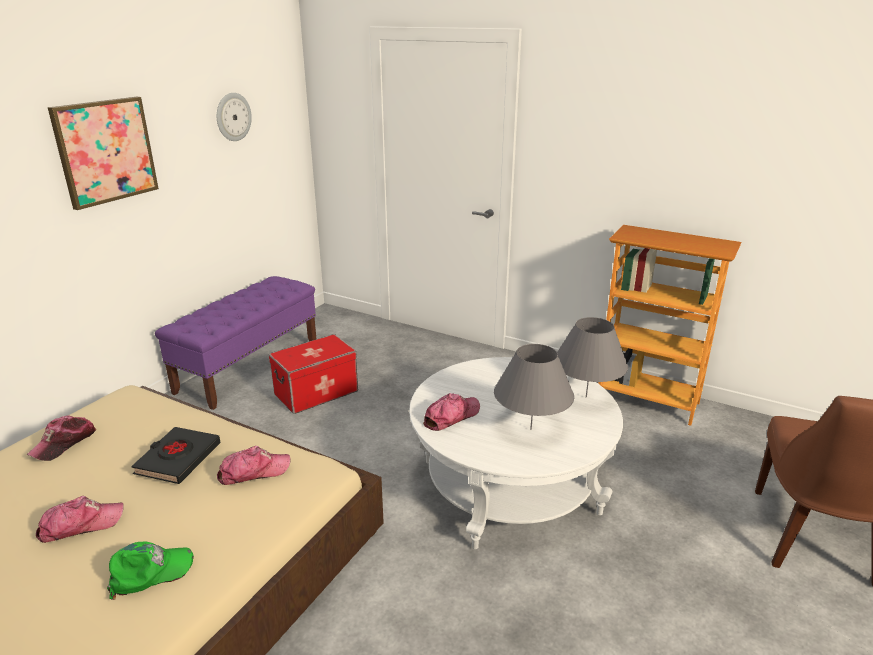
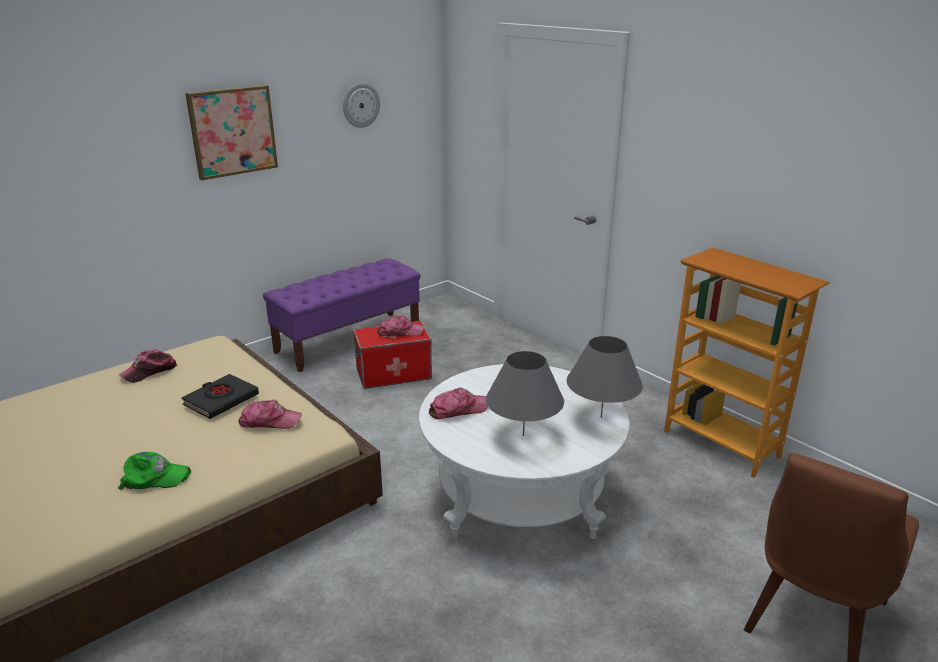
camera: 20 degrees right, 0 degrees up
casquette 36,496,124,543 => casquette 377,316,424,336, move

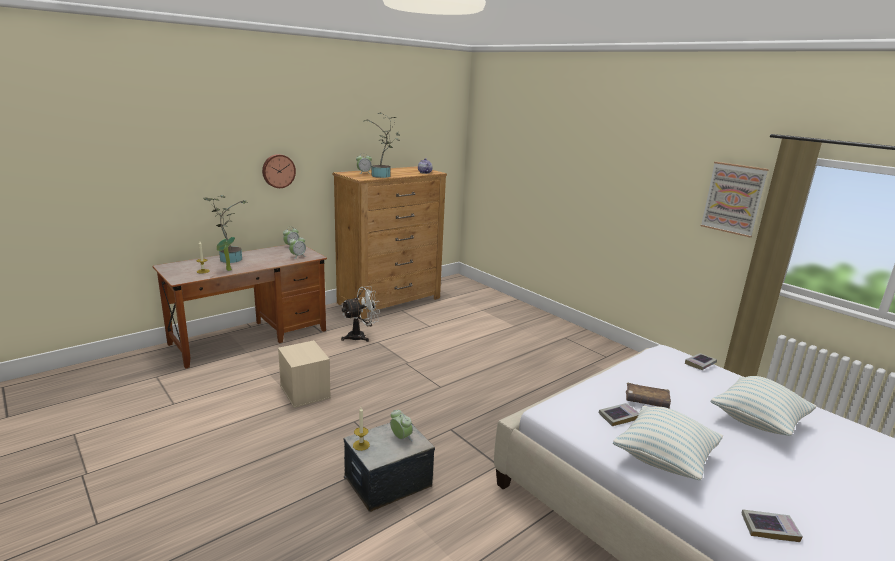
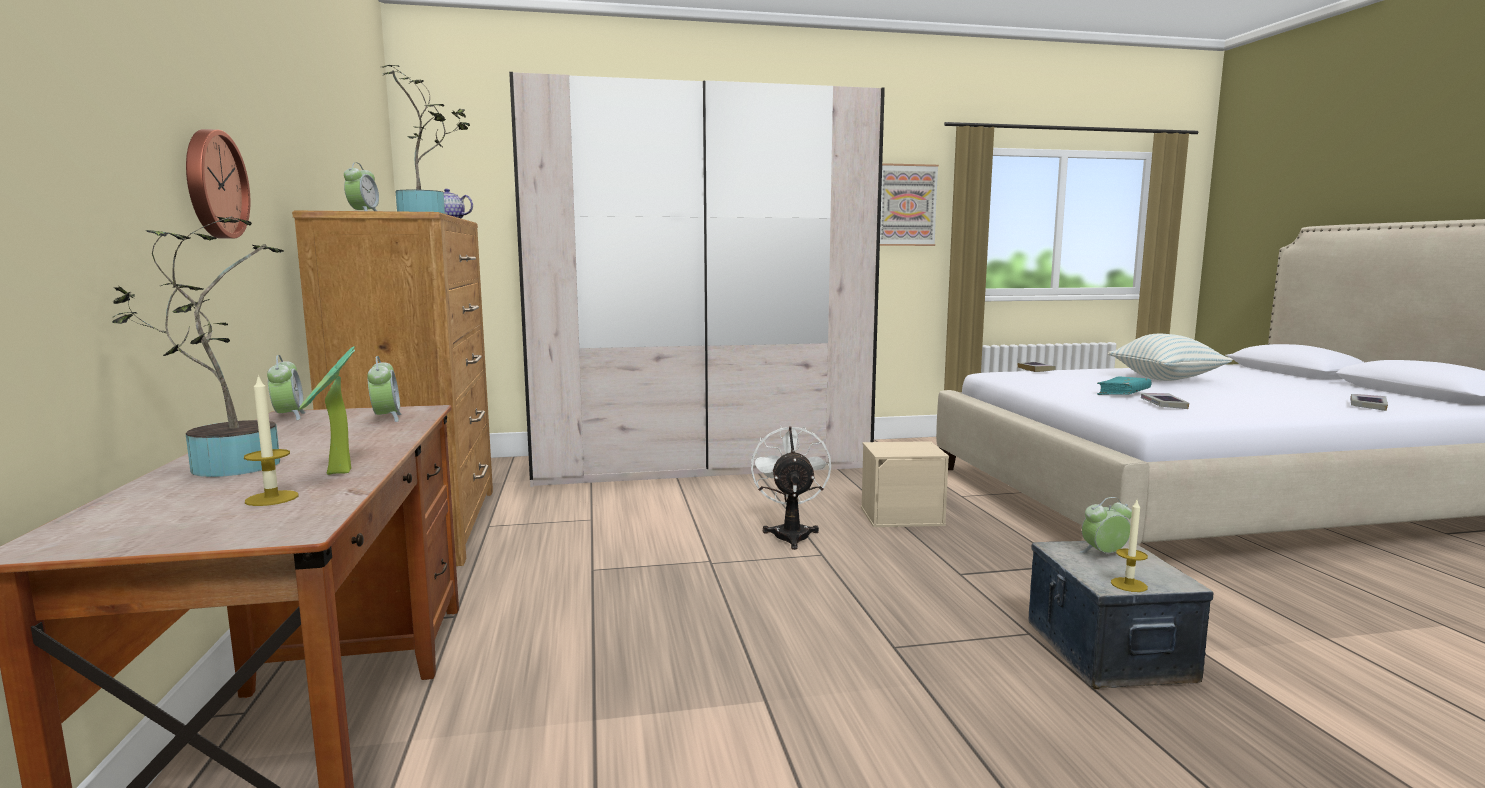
camera: 60 degrees left, 10 degrees down
boîte de rangement/beige 278,340,331,408 => boîte de rangement/beige 861,441,949,527, move
ventilateur/blanc 341,286,380,342 => ventilateur/blanc 751,425,831,550, move
coussin 613,405,723,480 => nothing
livre/marron 626,383,671,409 => livre/turquoise 1097,376,1152,395
nothing => armoire/beige 509,72,885,487

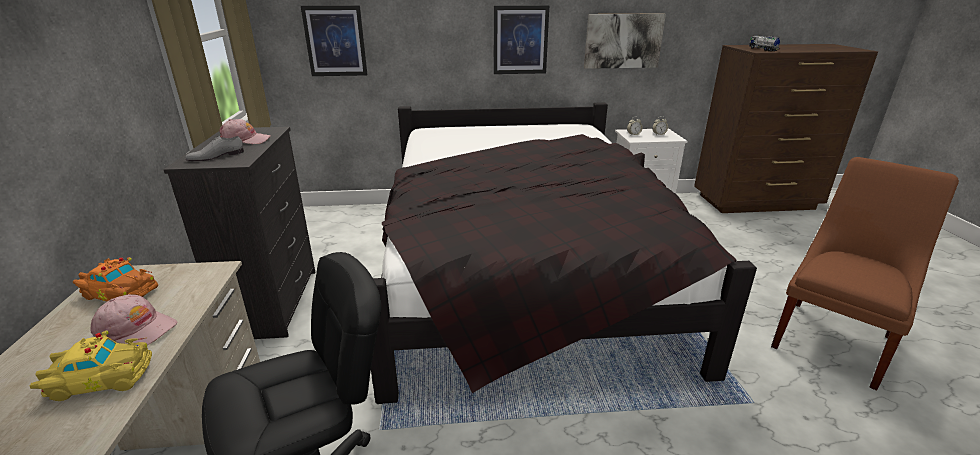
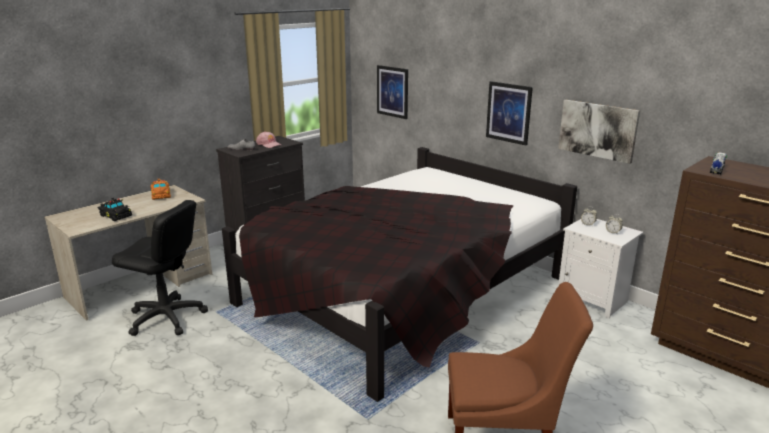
camera: 50 degrees right, 5 degrees down
petite voiture/jaune 30,330,152,401 => petite voiture/noir 98,198,132,221
casquette/rose 91,294,177,345 => nothing

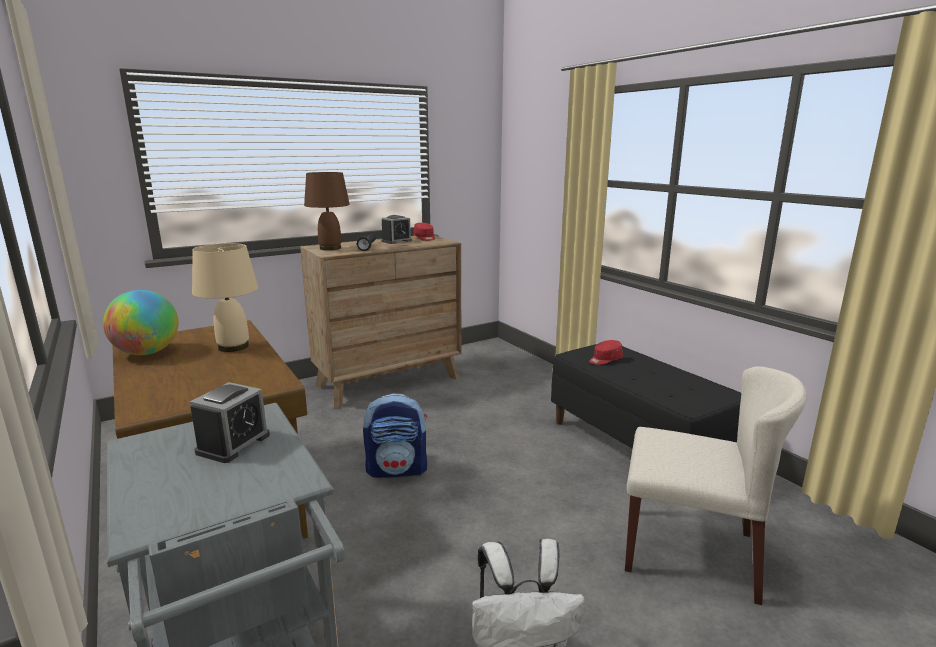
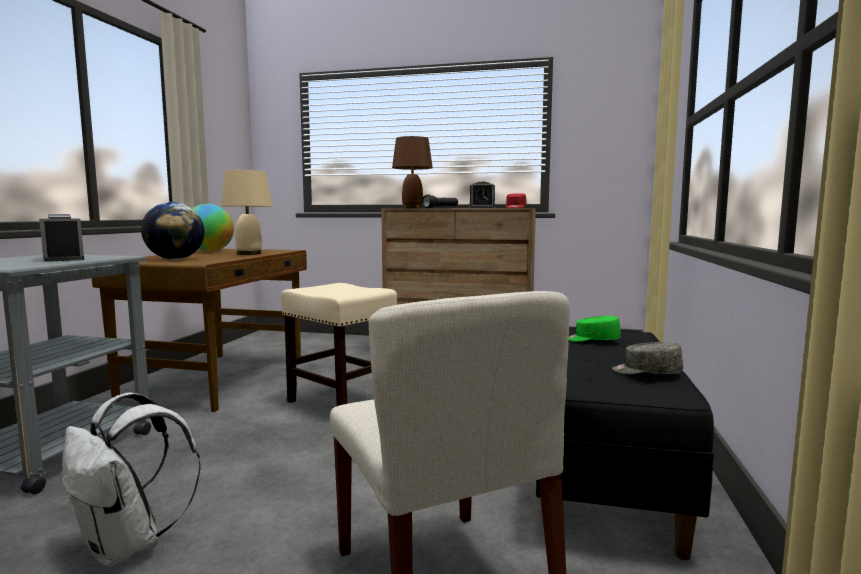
camera: 45 degrees right, 10 degrees down
réveil 189,382,270,463 => réveil 39,214,84,262, 75 degrees clockwise
sac à dos 363,393,427,478 => tabouret/beige 281,283,397,406
casquette/rouge 589,340,623,365 => casquette/vert 569,316,621,342
nothing => globe 141,202,205,259
nothing => casquette/gris 612,342,683,374

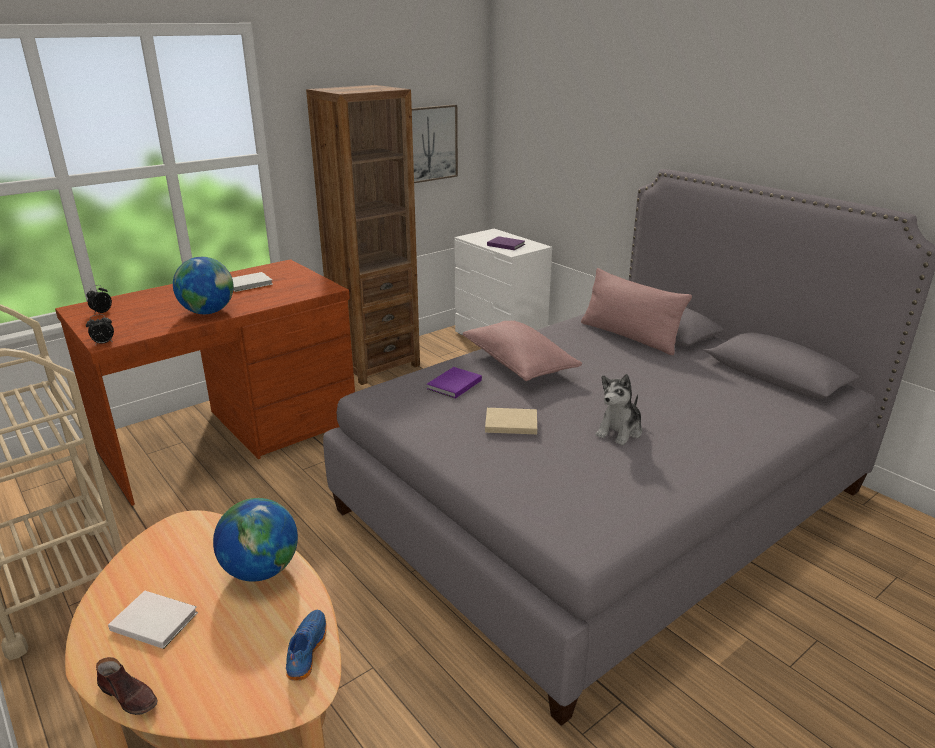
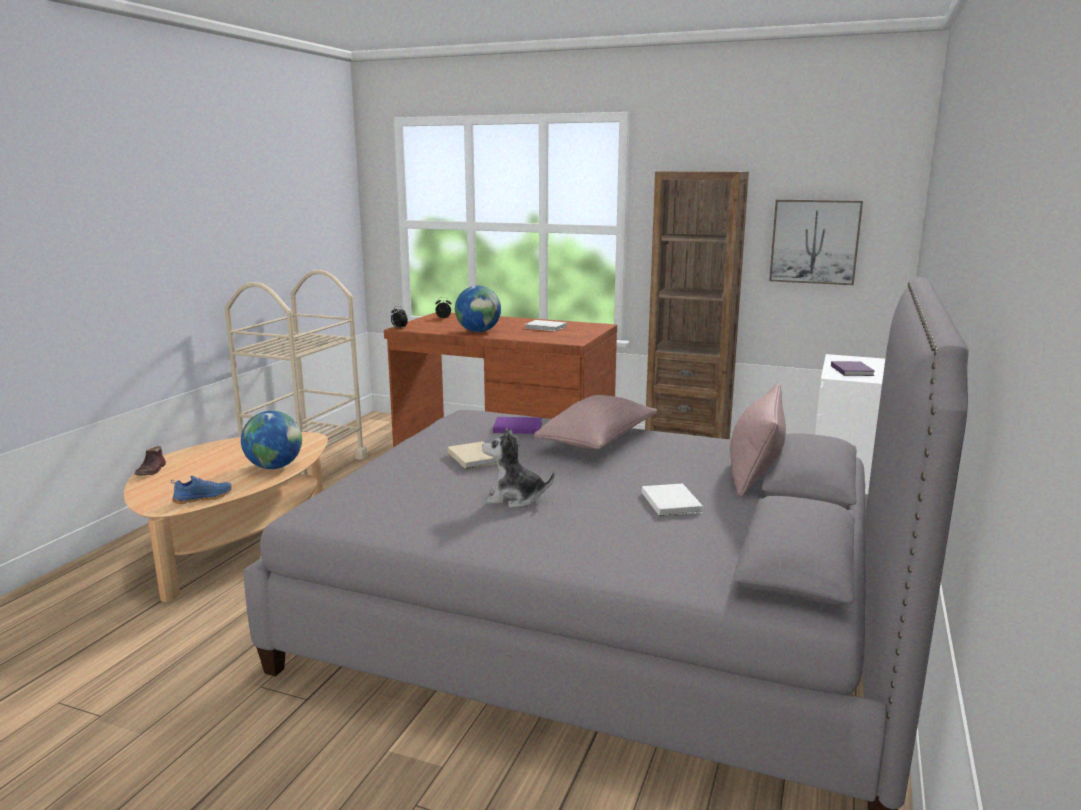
camera: 60 degrees right, 10 degrees down
livre/blanc 108,591,198,649 => livre/blanc 642,483,703,516, move

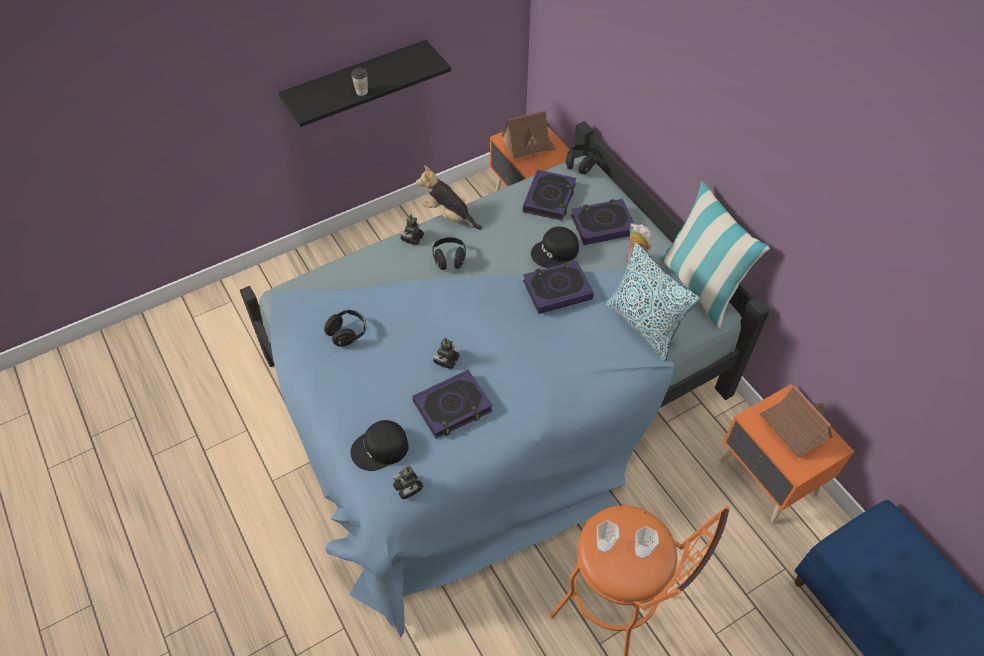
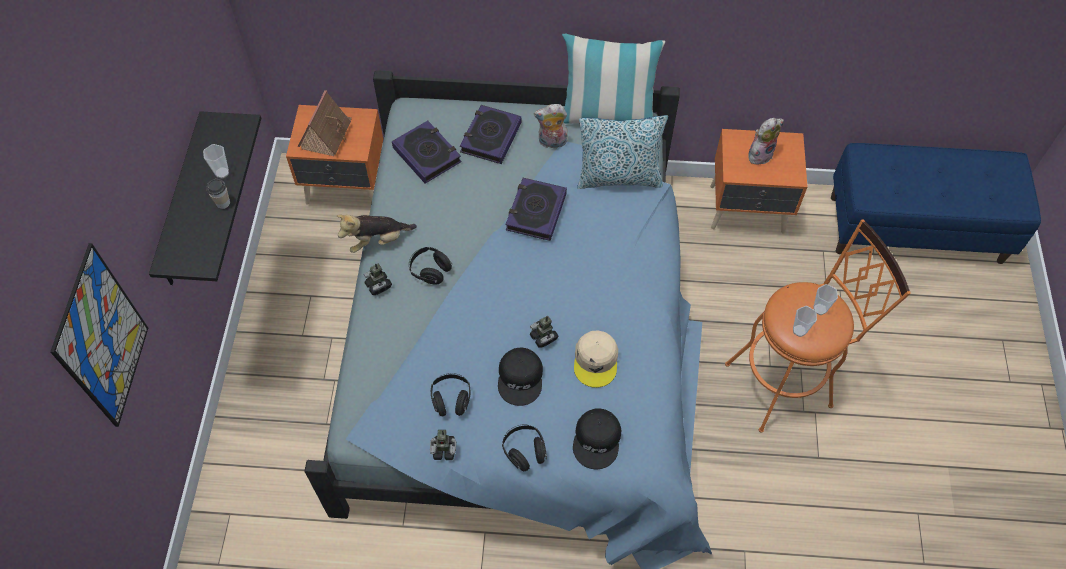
camera: 55 degrees left, 5 degrees up
robot jouet 393,466,423,499 => robot jouet 430,429,456,460, move
livre 413,370,492,439 => casquette/beige 574,331,618,388
casquette/noir 531,227,579,268 => casquette/noir 498,348,543,406, move
casque audio/noir 565,145,599,174 => casque audio/noir 502,424,547,471, move
maison miniature 760,386,833,458 => peluche 748,118,784,165
nothing => tableau 50,243,148,427
nothing => tasse 203,144,229,178

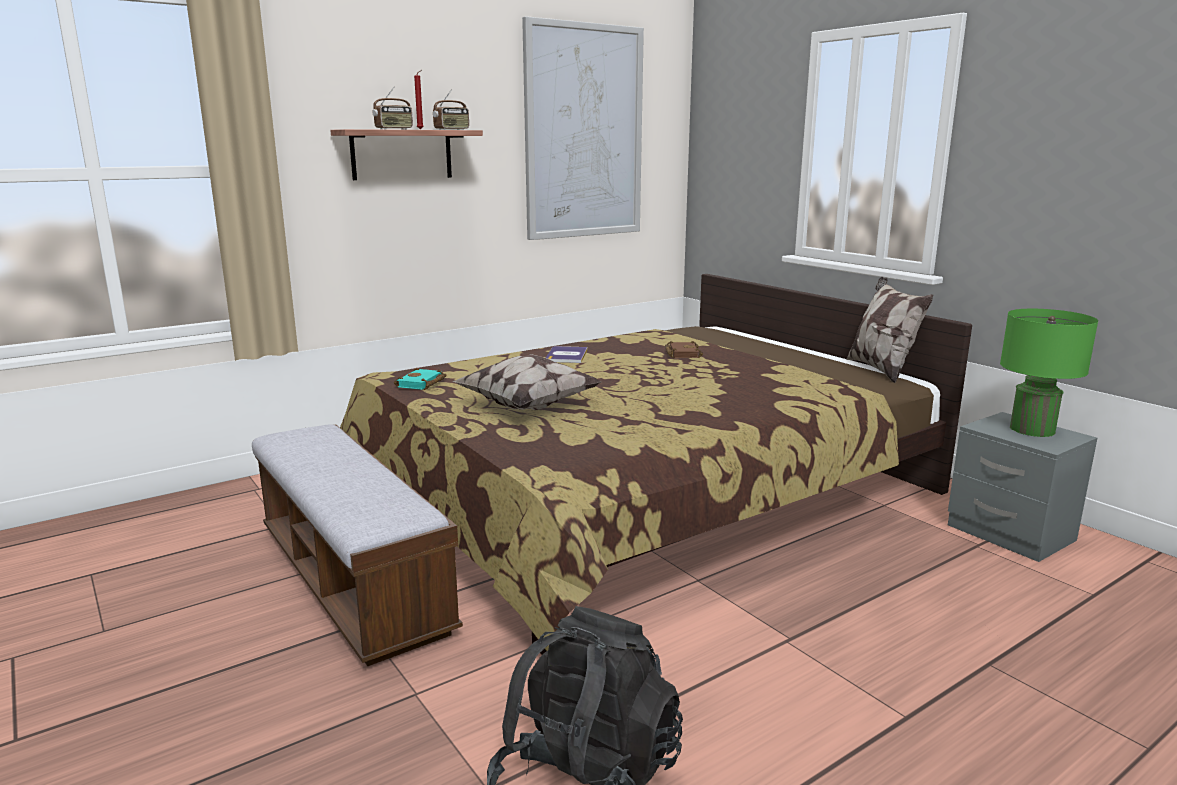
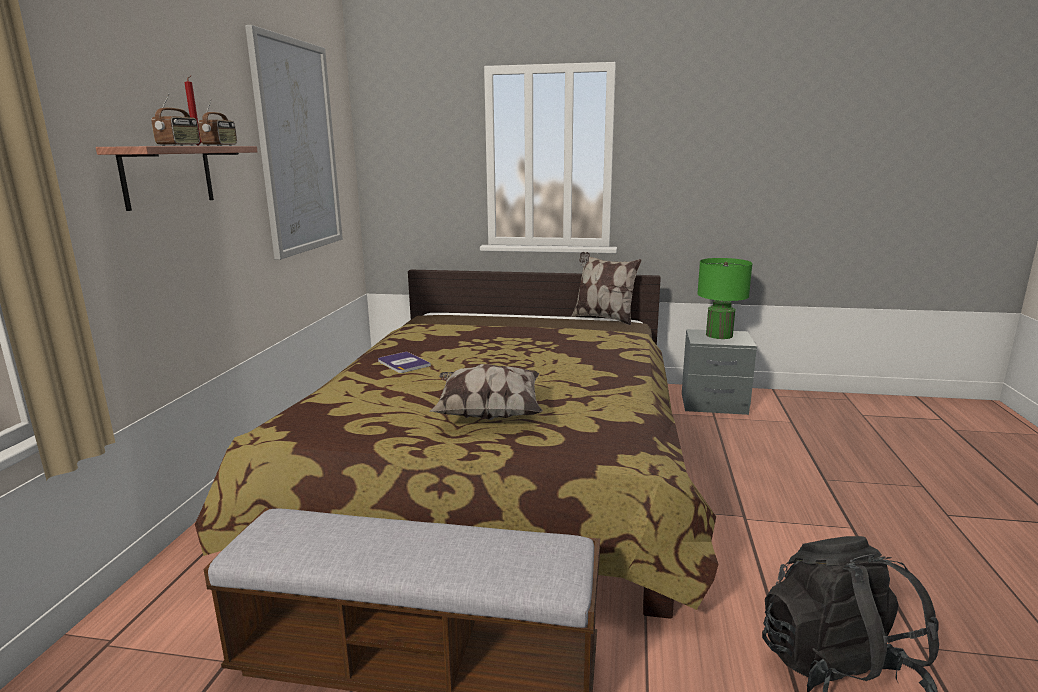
camera: 45 degrees left, 0 degrees up
livre/turquoise 394,368,446,390 => nothing
livre/marron 665,341,703,358 => nothing

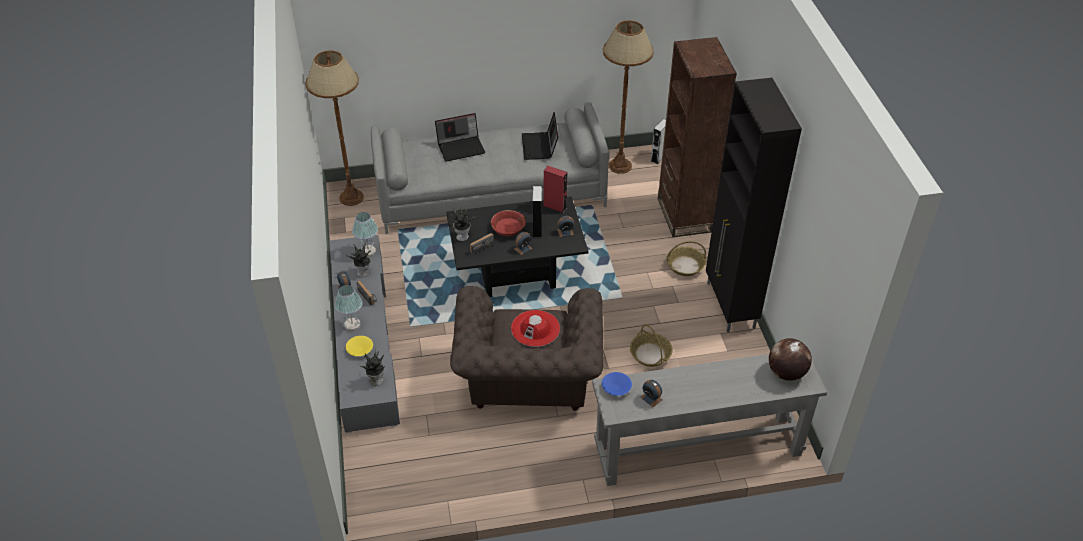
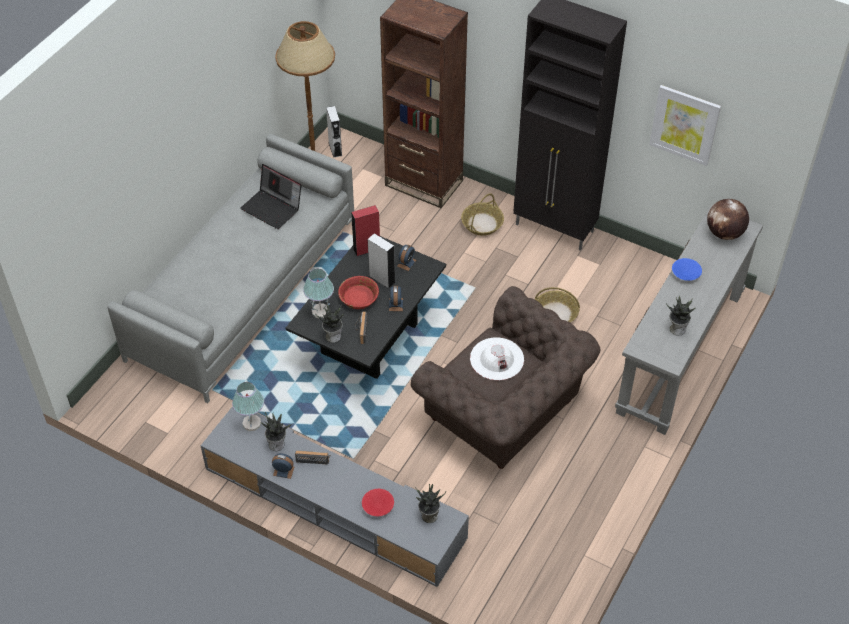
camera: 50 degrees left, 5 degrees up
lampadaire/marron 305,50,364,206 => nothing
lampe de table 335,285,362,331 => lampe de table 303,269,334,318, move
bol/jaune 346,336,373,356 => bol/rouge 362,489,394,516
ordinateur portable 435,113,485,162 => nothing
chapeau/rouge 511,310,560,347 => chapeau/blanc 470,337,524,380
bol/bleu 602,372,632,396 => bol/bleu 672,258,702,281, move
réveil 640,380,662,407 => plante en pot 666,296,696,336
nothing => tableau 649,85,721,166

